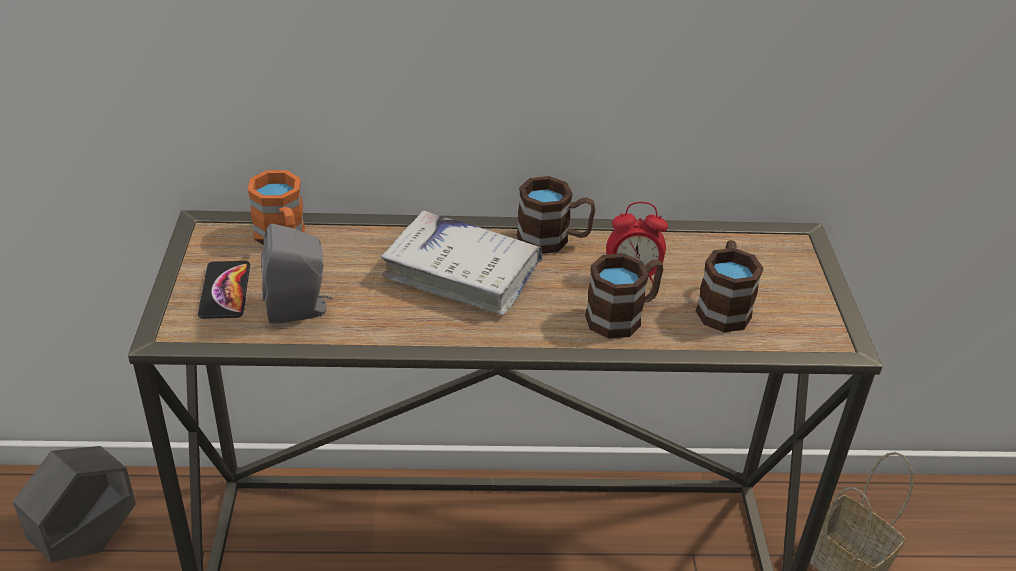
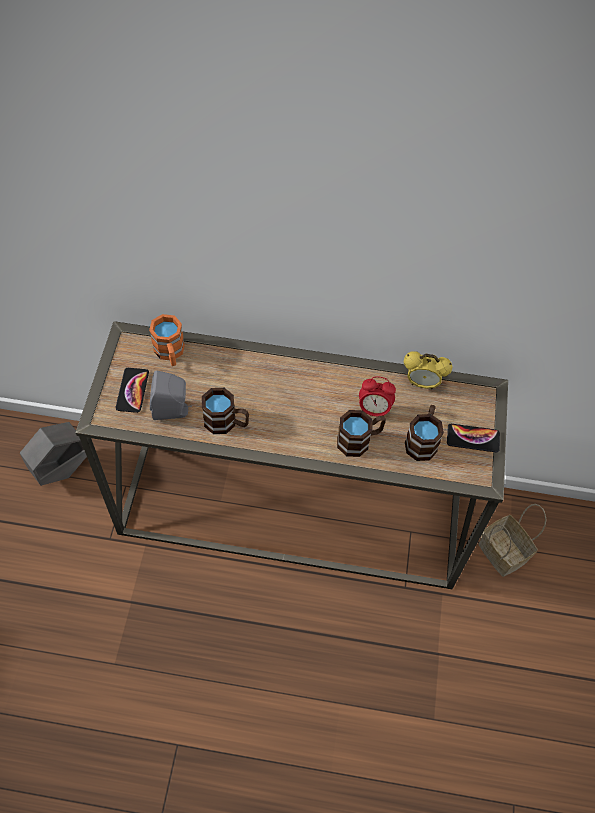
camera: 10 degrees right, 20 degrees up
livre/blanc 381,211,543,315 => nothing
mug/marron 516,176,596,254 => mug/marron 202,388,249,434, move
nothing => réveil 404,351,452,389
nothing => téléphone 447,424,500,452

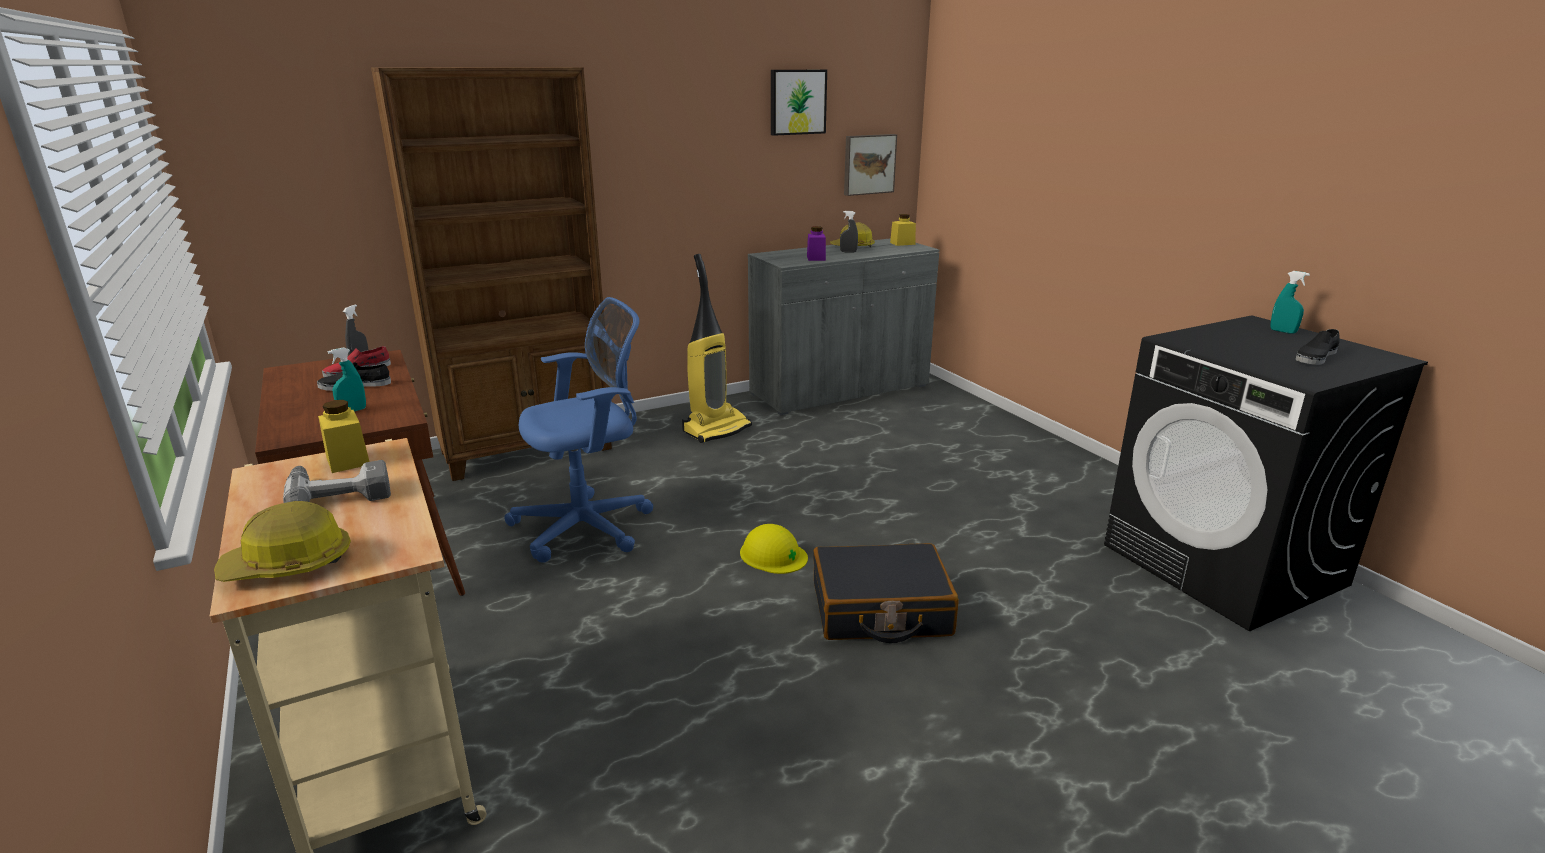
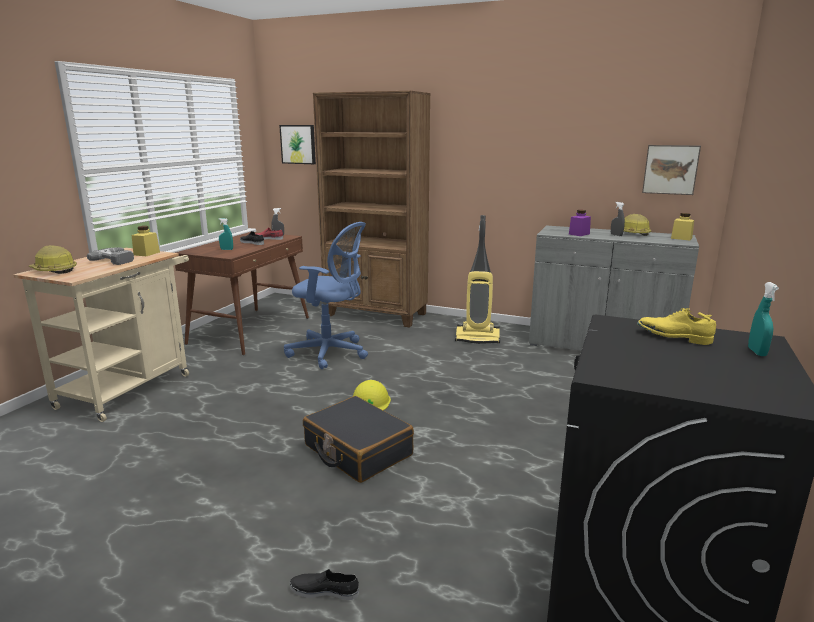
camera: 50 degrees right, 5 degrees down
tableau 771,70,827,136 => tableau 279,125,316,164, move
chaussure/noir 1295,329,1340,365 => chaussure/noir 290,569,359,600, move
nothing => chaussure/jaune 637,308,716,345

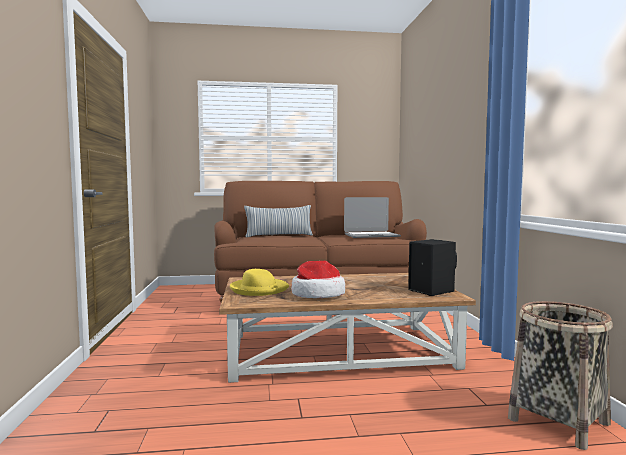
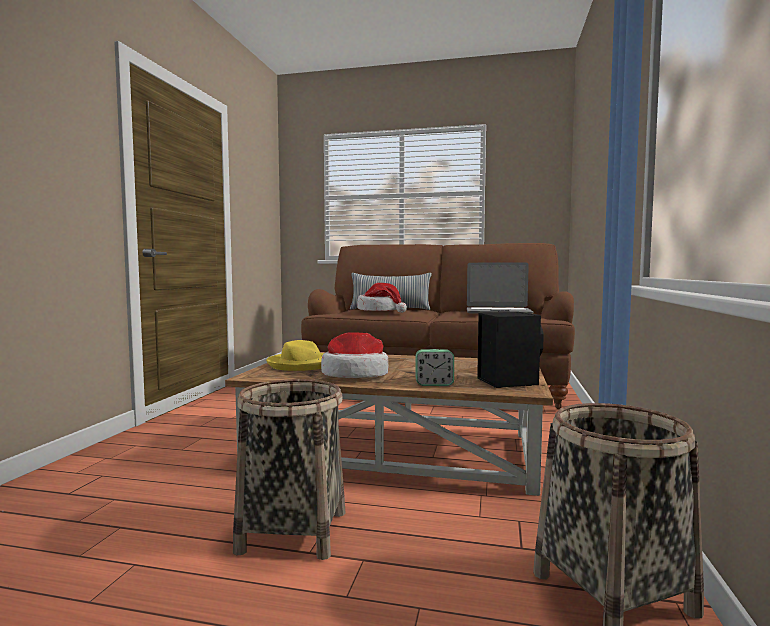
camera: 20 degrees right, 0 degrees up
nothing => panier 233,379,345,560
nothing => chapeau 357,283,407,313
nothing => réveil 416,349,454,386

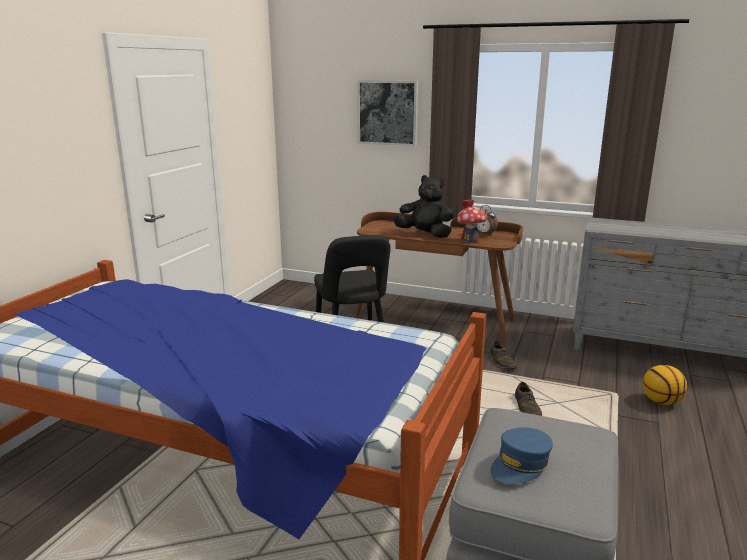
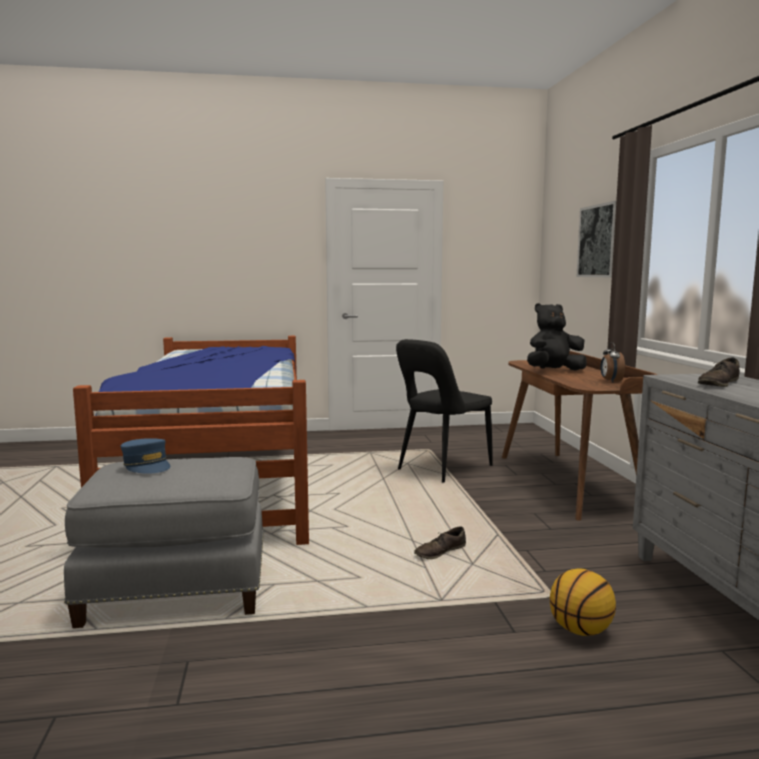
camera: 60 degrees right, 10 degrees down
peluche/noir 394,175,454,238 => peluche/noir 527,303,587,371, 105 degrees counterclockwise
maison miniature 457,200,487,244 => nothing
chaussure/marron 490,341,517,369 => chaussure/marron 698,358,740,387, move
casquette/bleu 491,427,553,484 => casquette/bleu 121,438,170,474, 150 degrees counterclockwise

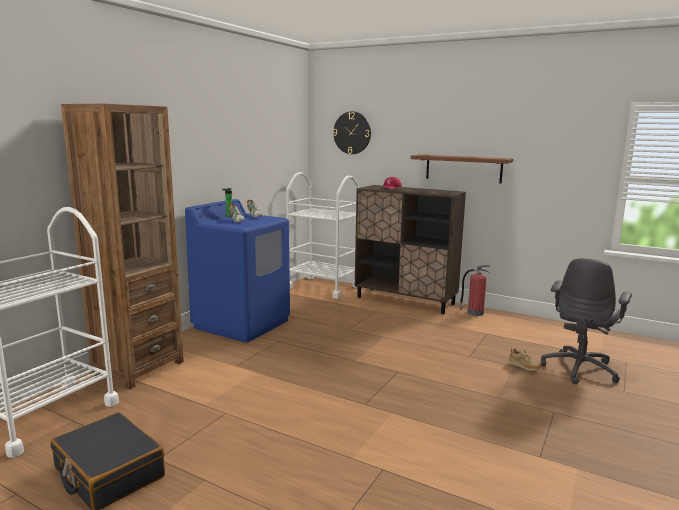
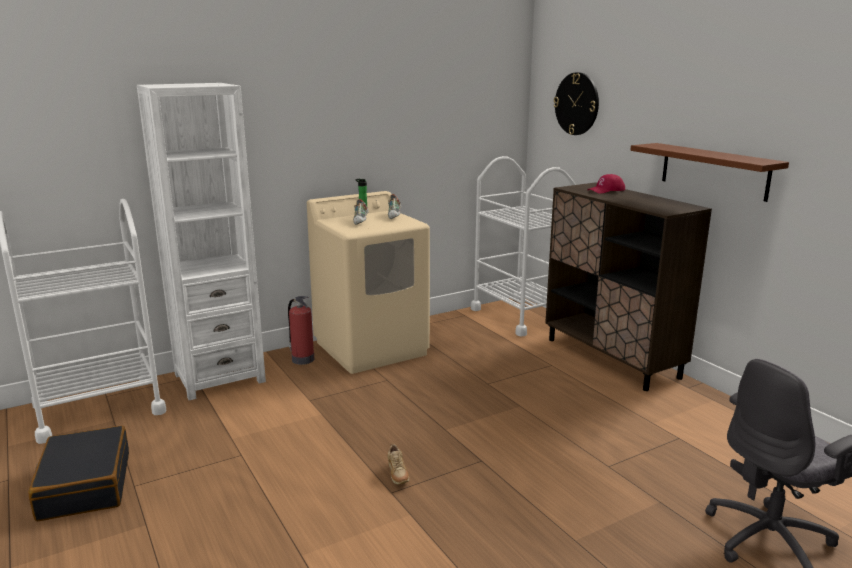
camera: 30 degrees right, 5 degrees up
bibliothèque/marron 61,104,184,389 => bibliothèque/blanc 137,83,266,400
lave-linge/bleu 185,199,290,343 => lave-linge/beige 307,191,430,374
extincteur 459,265,490,316 => extincteur 288,296,314,365, move
chaussure/beige 509,348,541,371 => chaussure/beige 387,443,409,485, move

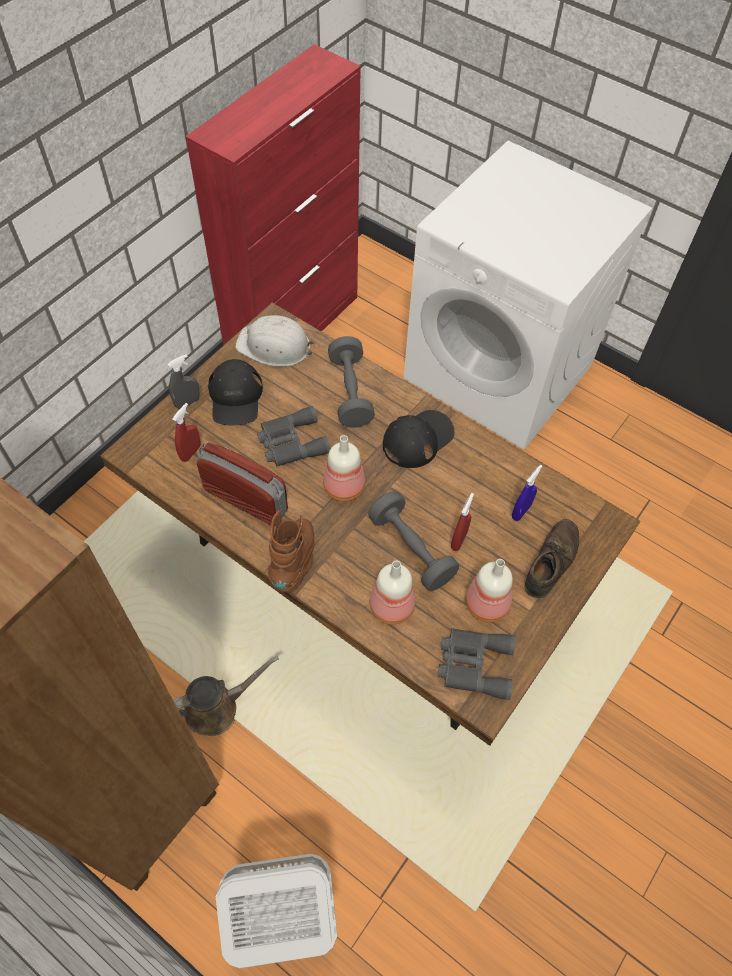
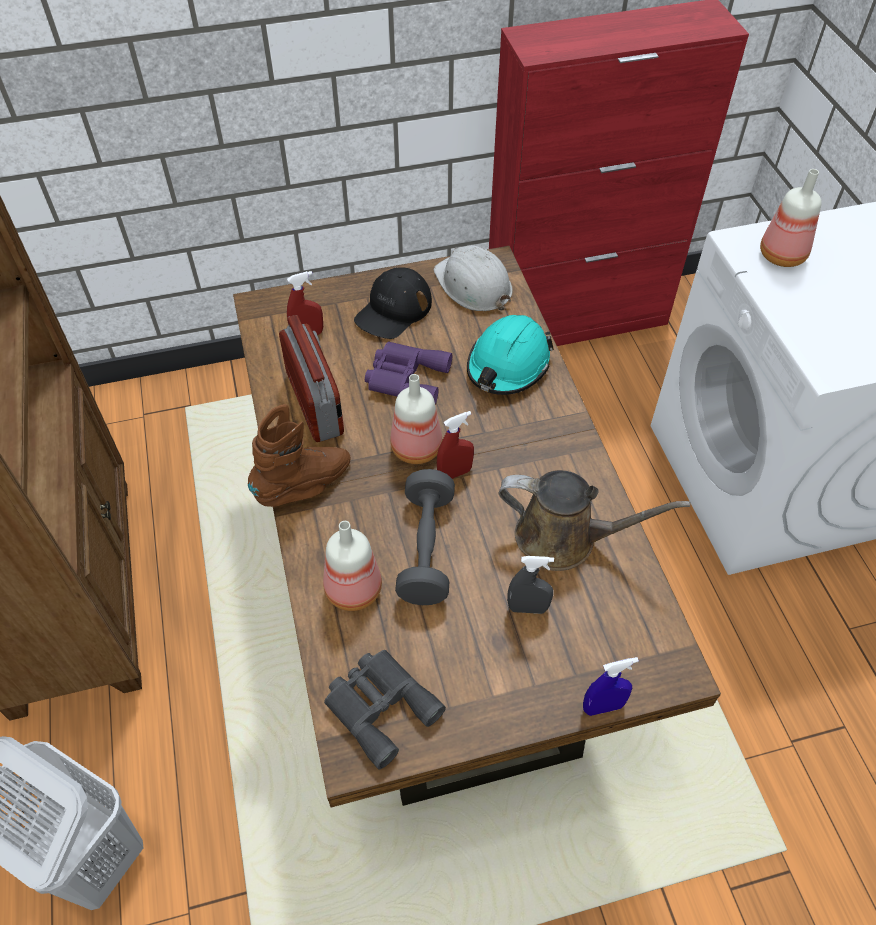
camera: 40 degrees right, 5 degrees down
vaporisateur/gris 168,354,200,409 => vaporisateur/gris 507,556,554,614, move
arrosoir/marron 173,656,279,736 => arrosoir/marron 499,470,691,571, move
jumelles/gris 257,406,331,466 => jumelles/violet 365,341,452,404
haltère/gris 328,336,375,428 => casque de chantier/turquoise 467,315,554,395
casquette/noir 383,410,455,468 => nothing
vaporisateur/rouge 451,493,474,551 => vaporisateur/rouge 437,411,474,479, move
bouteille 465,559,513,622 => bouteille 760,169,821,267, move
vaporisateur/bleu 512,465,542,521 => vaporisateur/bleu 583,657,639,716, move
chaussure/marron 525,519,579,598 => nothing

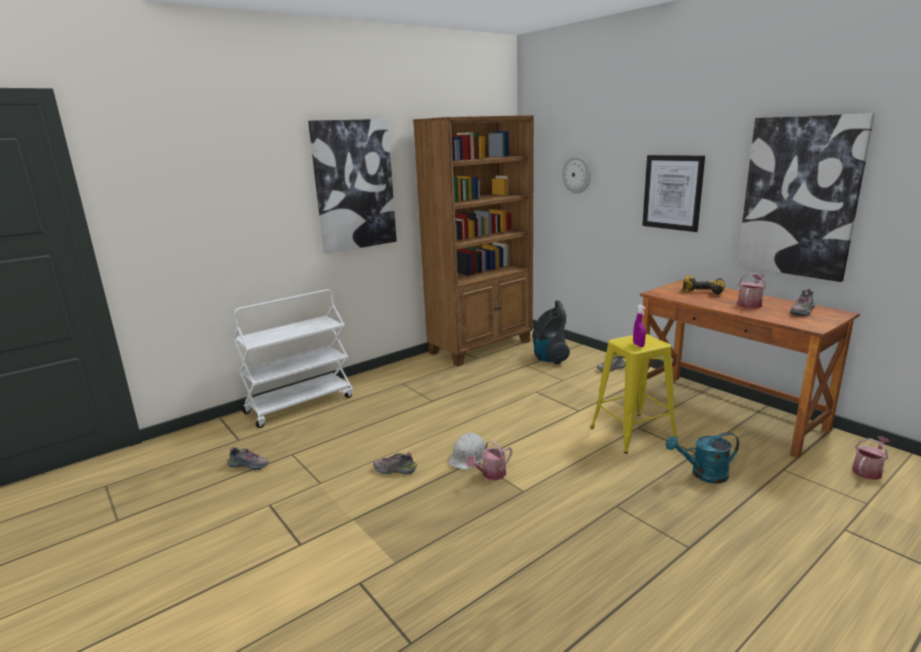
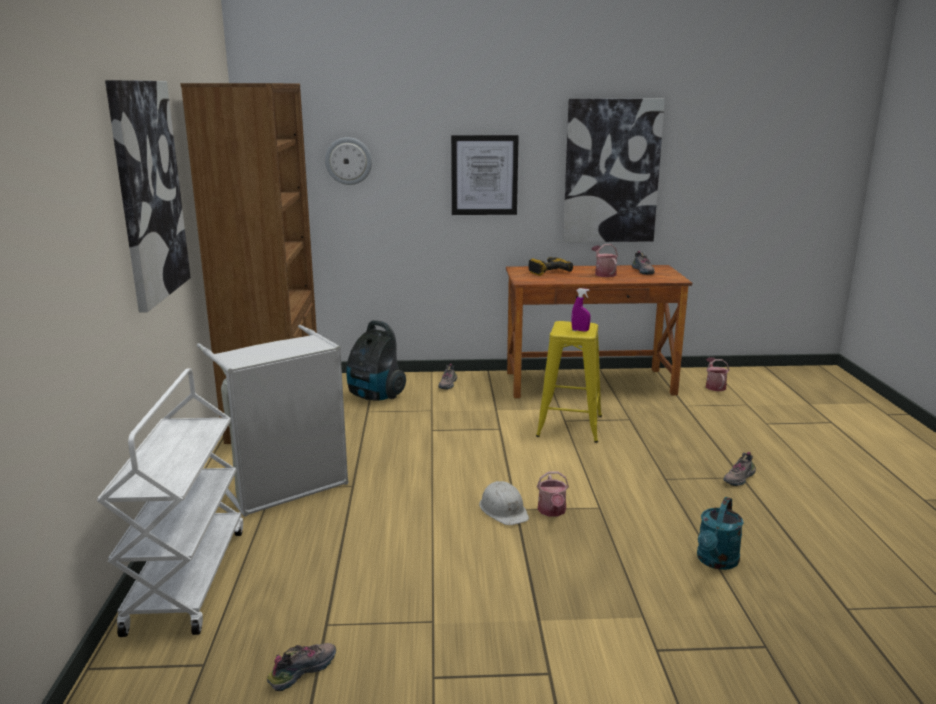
camera: 55 degrees left, 0 degrees up
chaussure 373,452,417,474 => chaussure 723,452,756,486, move
arrosoir/turquoise 666,432,739,484 => arrosoir/turquoise 697,497,744,570, move
nothing => panier à linge/gris 197,325,349,517

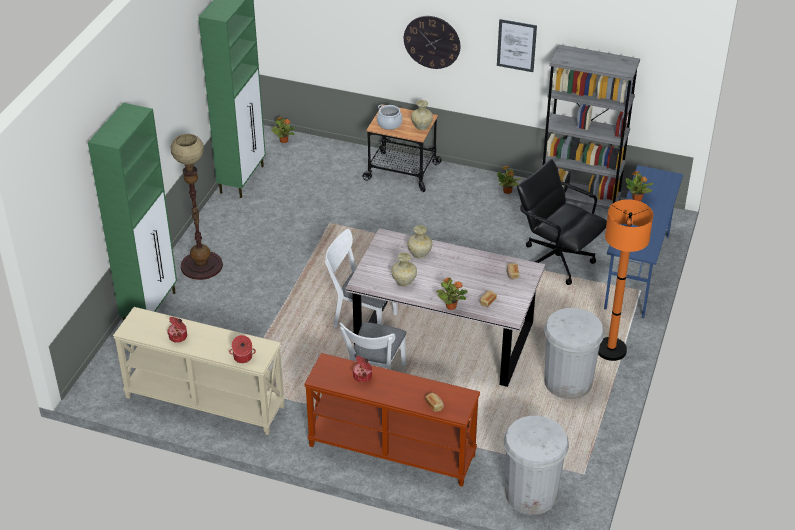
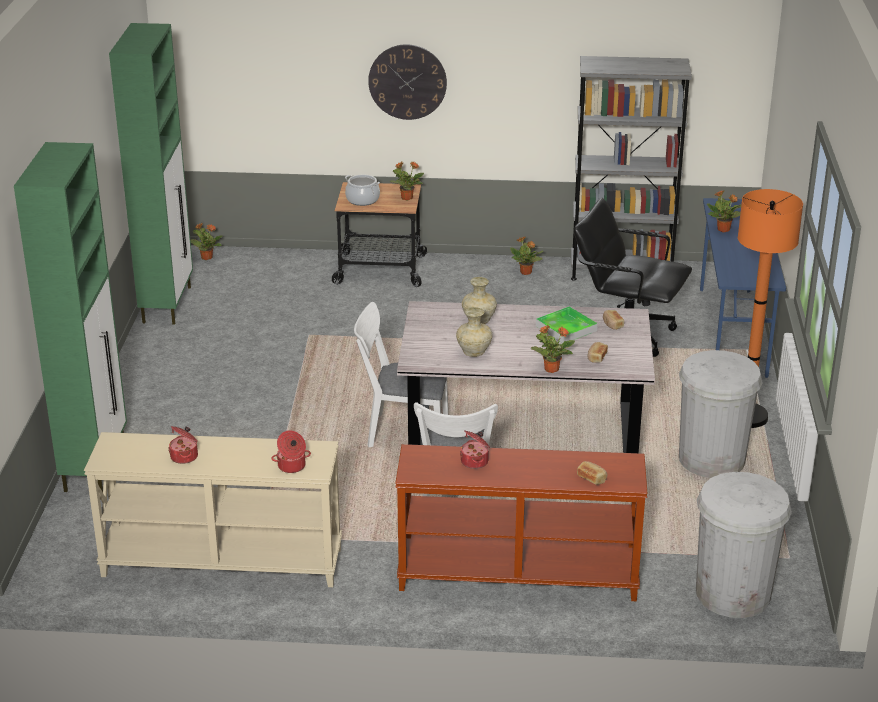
camera: 15 degrees left, 10 degrees down
lampadaire 170,134,223,280 => nothing
vase/beige 411,100,433,130 => plante en pot 389,162,424,200
tableau 497,19,537,72 => nothing
nothing => plateau 536,306,598,343

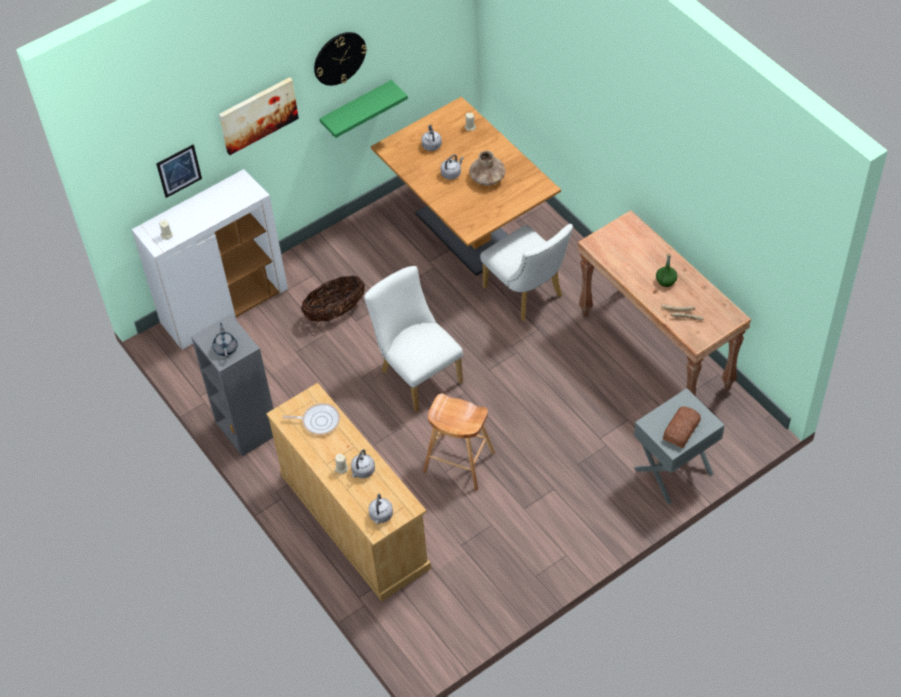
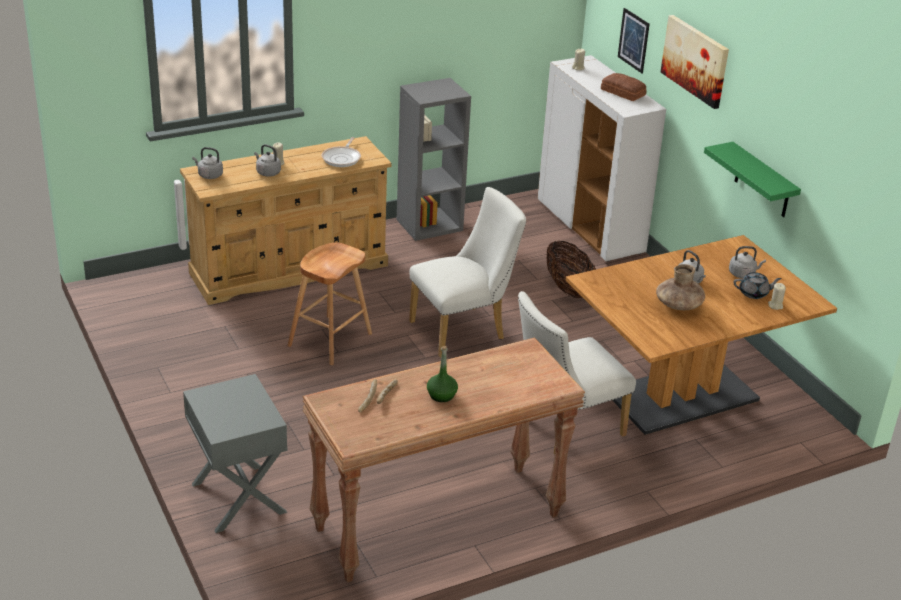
camera: 95 degrees right, 20 degrees down
théière/gris 212,323,238,358 => théière/gris 733,272,782,299, move
horloge murale 314,32,367,86 => nothing
pain 663,406,701,448 => pain 601,73,647,101, move

